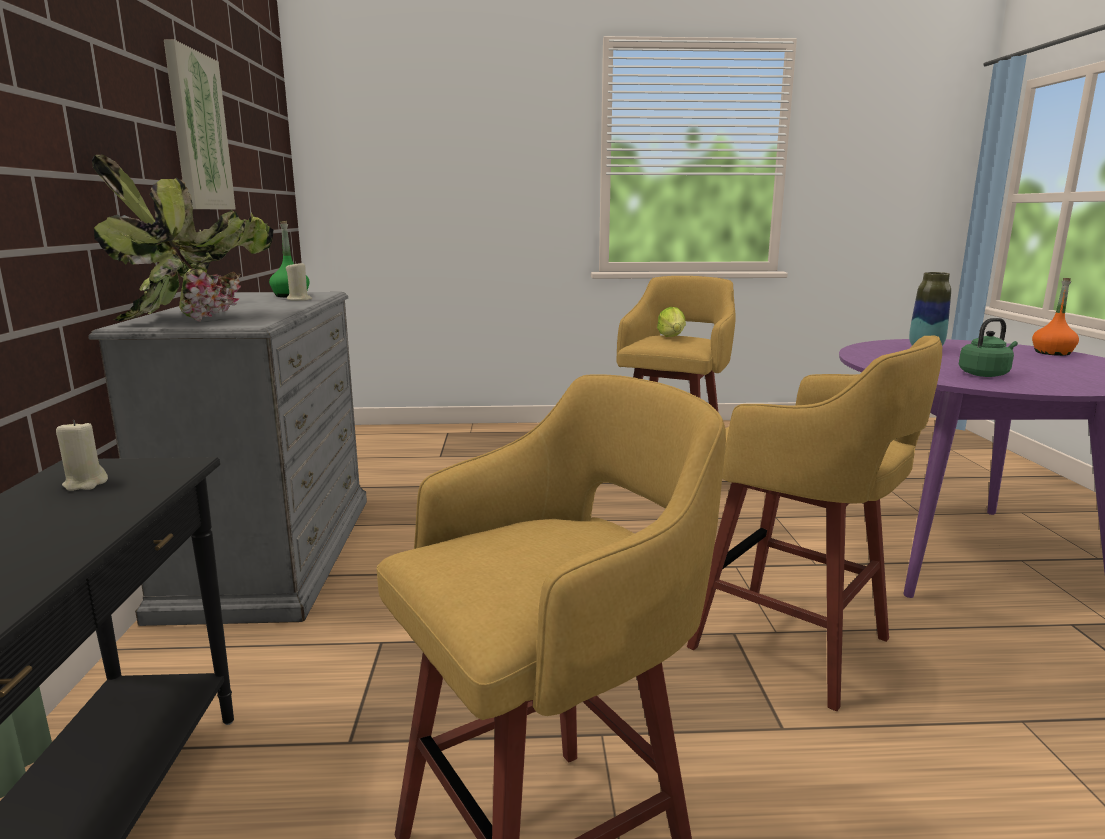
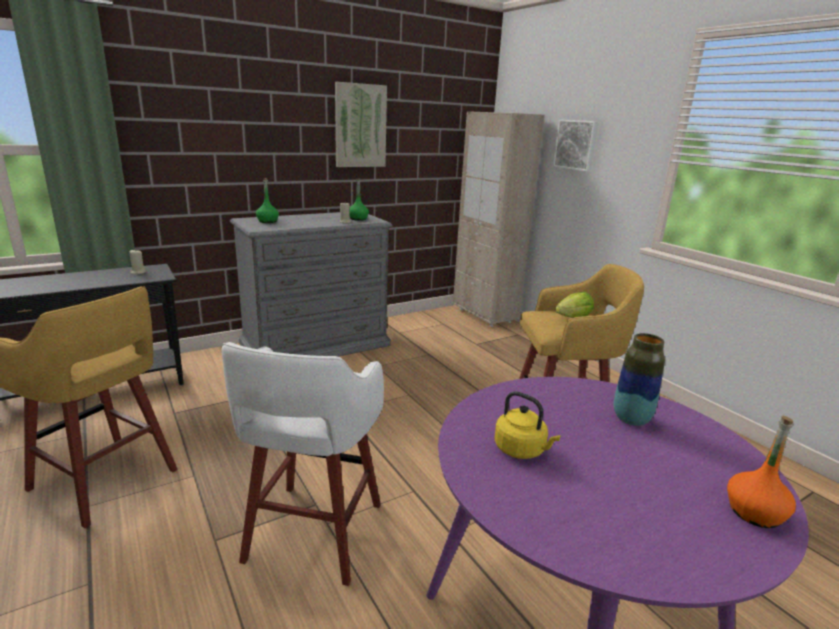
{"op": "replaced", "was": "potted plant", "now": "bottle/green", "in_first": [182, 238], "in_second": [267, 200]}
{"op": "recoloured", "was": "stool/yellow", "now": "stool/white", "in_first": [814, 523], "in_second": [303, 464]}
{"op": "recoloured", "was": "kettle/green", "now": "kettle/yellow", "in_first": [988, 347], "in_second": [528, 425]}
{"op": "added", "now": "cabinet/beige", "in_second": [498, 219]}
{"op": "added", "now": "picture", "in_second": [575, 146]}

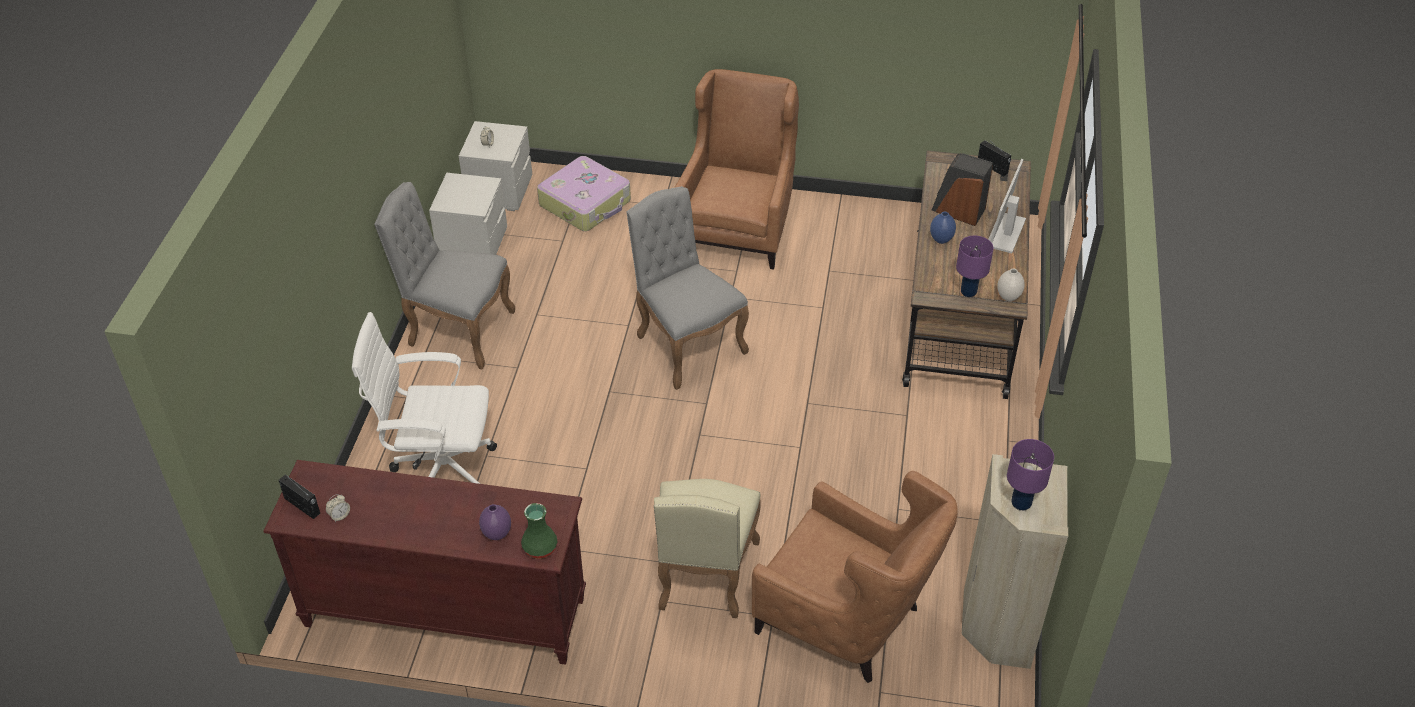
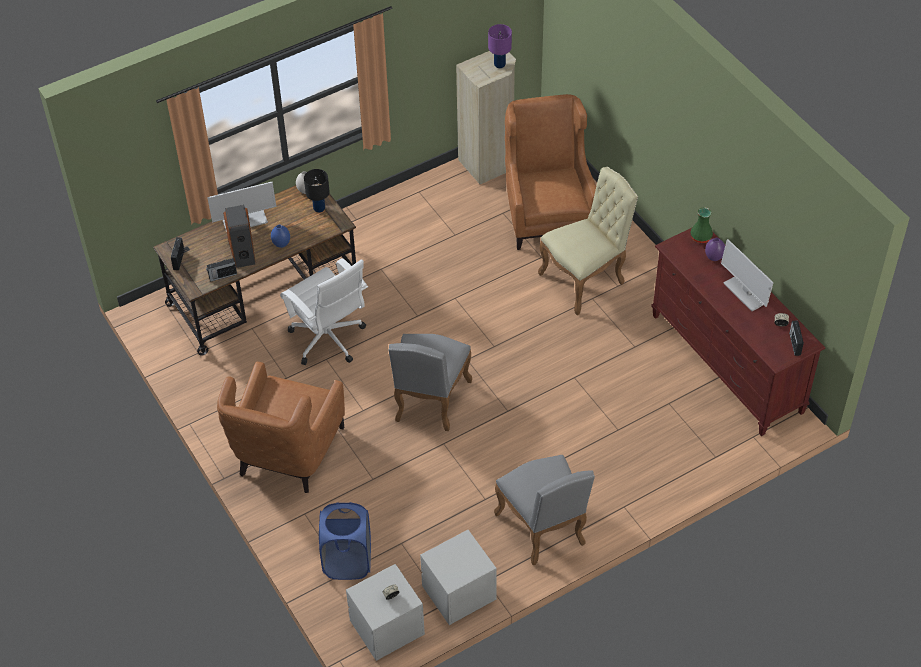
{"op": "moved", "was": "office chair/white", "in_first": [424, 398], "in_second": [324, 311]}
{"op": "replaced", "was": "suitcase", "now": "laundry basket/blue", "in_first": [584, 193], "in_second": [345, 541]}
{"op": "turned", "was": "armchair/brown", "in_first": [736, 169], "in_second": [281, 427], "clockwise": -45}
{"op": "recoloured", "was": "table lamp/purple", "now": "table lamp/black", "in_first": [975, 266], "in_second": [317, 190]}
{"op": "added", "now": "radio", "in_second": [221, 270]}
{"op": "added", "now": "monitor", "in_second": [747, 275]}

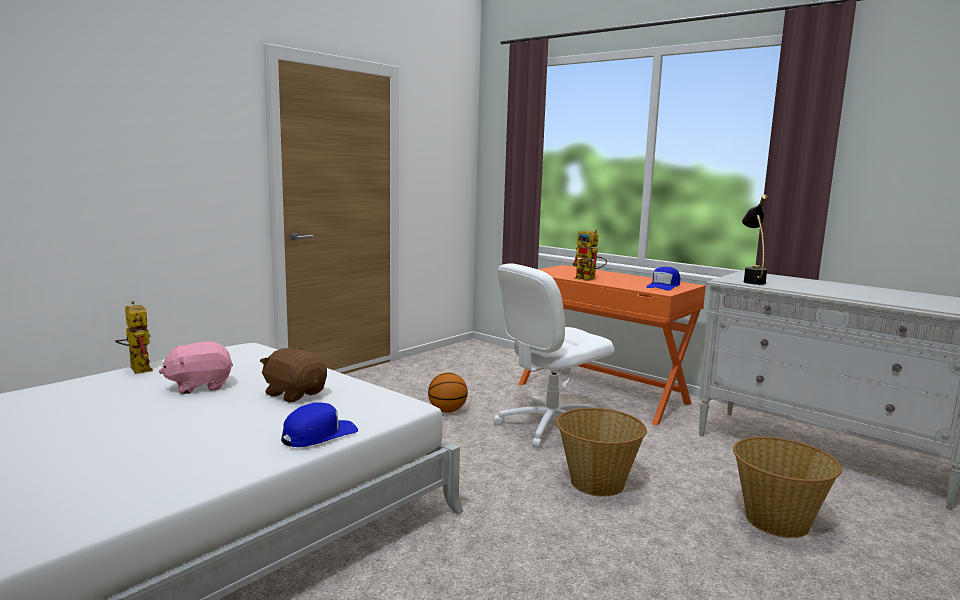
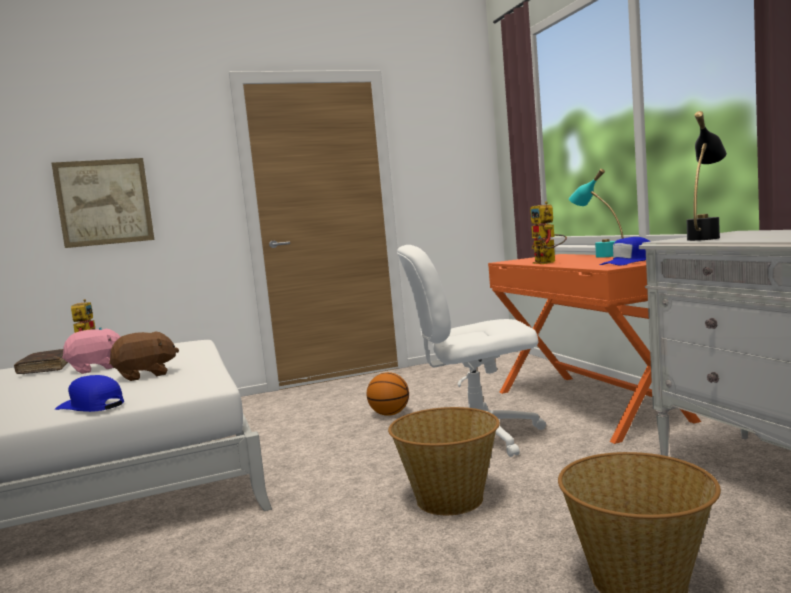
{"op": "turned", "was": "plush toy/pink", "in_first": [196, 367], "in_second": [91, 351], "clockwise": 150}
{"op": "turned", "was": "plush toy/brown", "in_first": [293, 375], "in_second": [144, 356], "clockwise": 90}
{"op": "turned", "was": "cap/blue", "in_first": [319, 424], "in_second": [89, 393], "clockwise": -135}
{"op": "added", "now": "book/brown", "in_second": [41, 361]}
{"op": "added", "now": "picture", "in_second": [103, 203]}
{"op": "added", "now": "table lamp/turquoise", "in_second": [596, 213]}

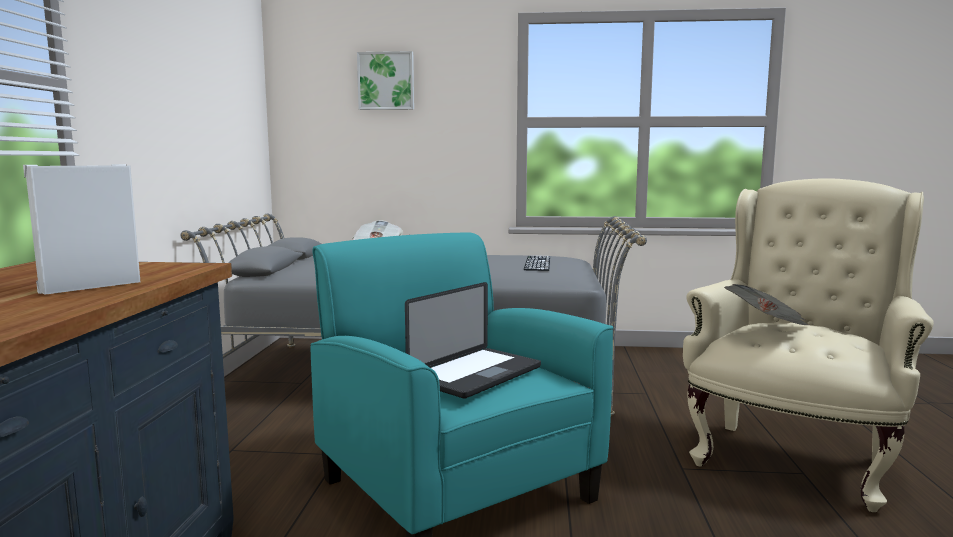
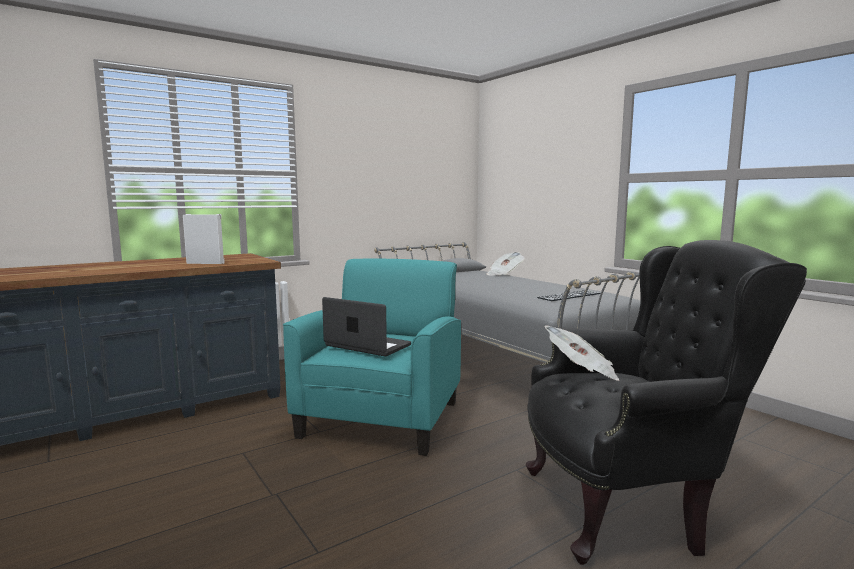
{"op": "removed", "was": "picture", "in_first": [385, 80]}
{"op": "turned", "was": "laptop", "in_first": [473, 340], "in_second": [366, 327], "clockwise": -150}
{"op": "recoloured", "was": "armchair/beige", "now": "armchair/black", "in_first": [808, 345], "in_second": [666, 402]}

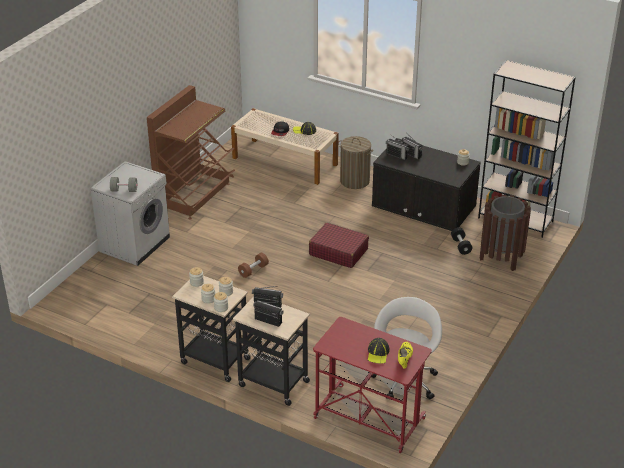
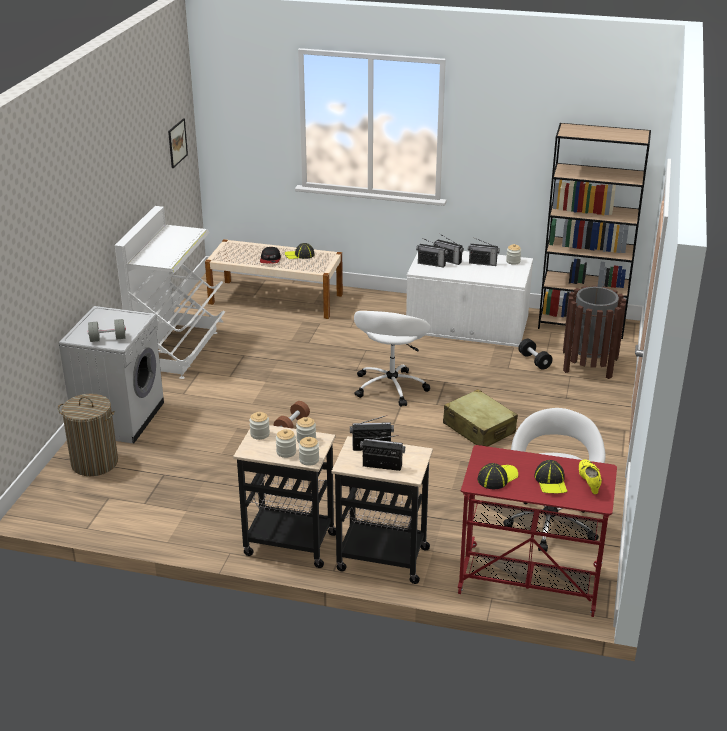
{"op": "recoloured", "was": "shoe rack/brown", "now": "shoe rack/white", "in_first": [191, 152], "in_second": [170, 292]}
{"op": "replaced", "was": "suitcase/red", "now": "office chair/white", "in_first": [339, 245], "in_second": [392, 359]}
{"op": "moved", "was": "laundry basket", "in_first": [355, 162], "in_second": [88, 434]}
{"op": "recoloured", "was": "cabinet/black", "now": "cabinet/white", "in_first": [426, 184], "in_second": [469, 299]}
{"op": "added", "now": "picture", "in_second": [178, 143]}
{"op": "added", "now": "suitcase/beige", "in_second": [480, 417]}
{"op": "added", "now": "radio", "in_second": [484, 251]}
{"op": "added", "now": "cap", "in_second": [498, 476]}

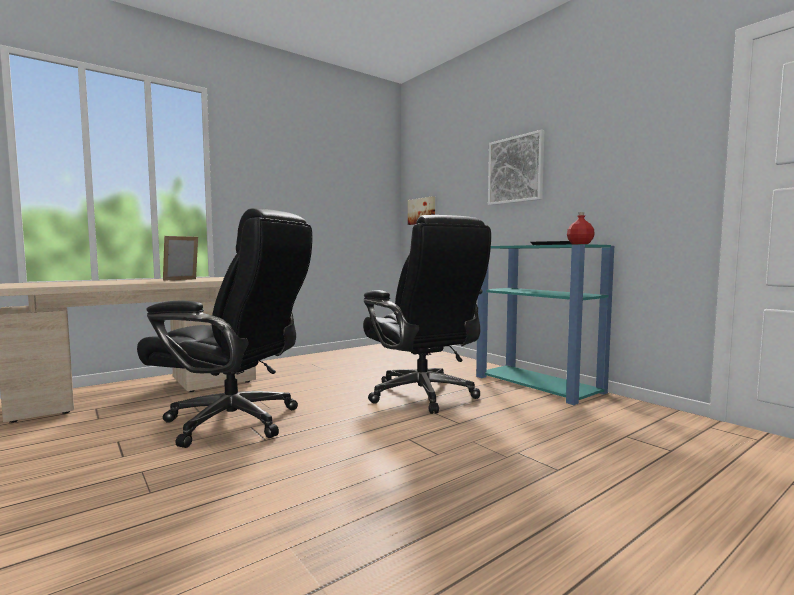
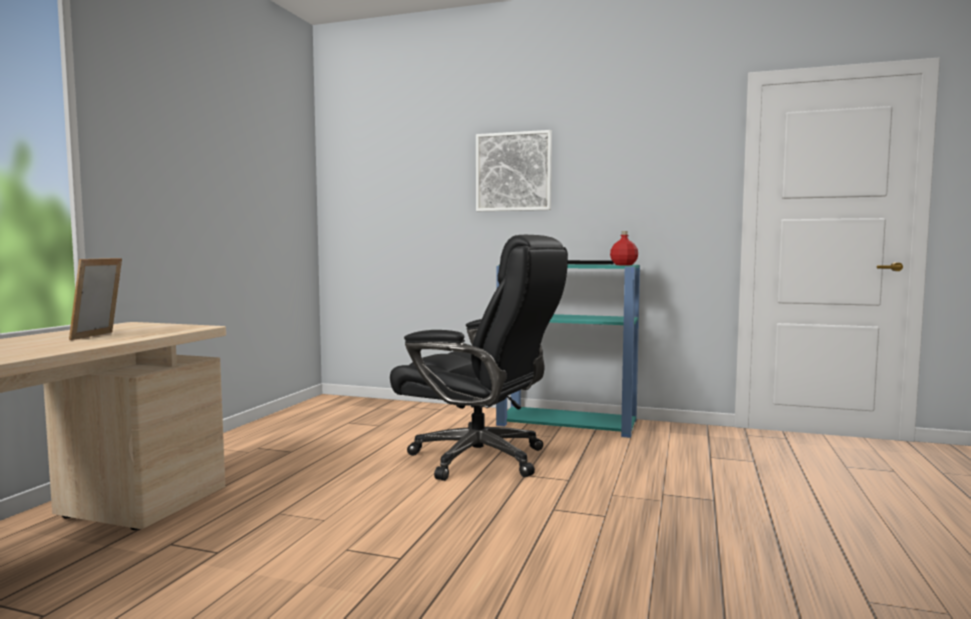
{"op": "removed", "was": "office chair/black", "in_first": [224, 328]}
{"op": "removed", "was": "picture", "in_first": [421, 210]}

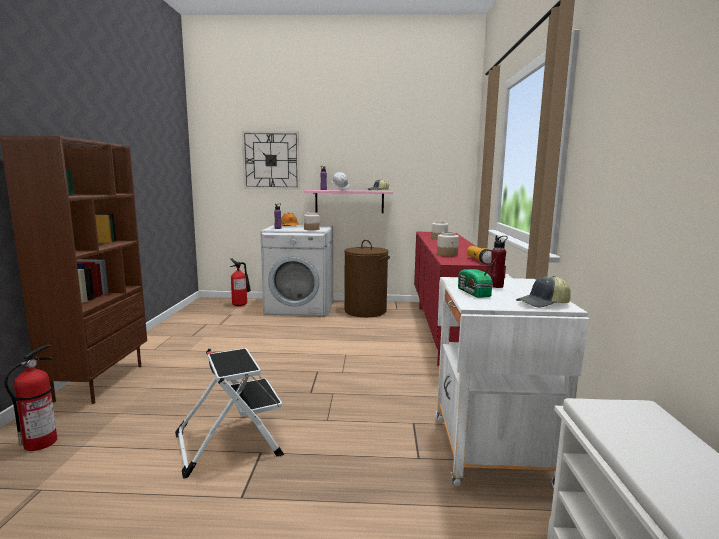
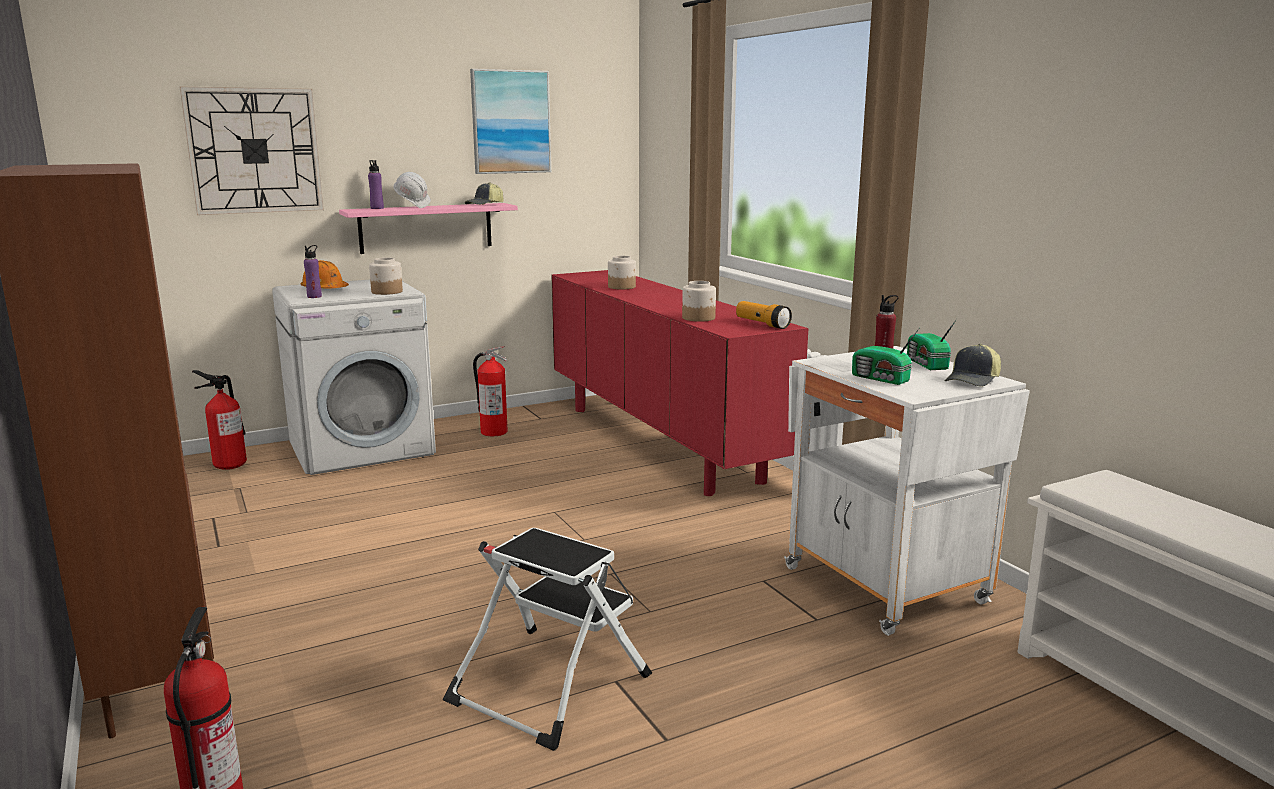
{"op": "replaced", "was": "laundry basket/brown", "now": "fire extinguisher", "in_first": [367, 278], "in_second": [490, 391]}
{"op": "added", "now": "picture", "in_second": [510, 121]}
{"op": "added", "now": "radio", "in_second": [932, 344]}

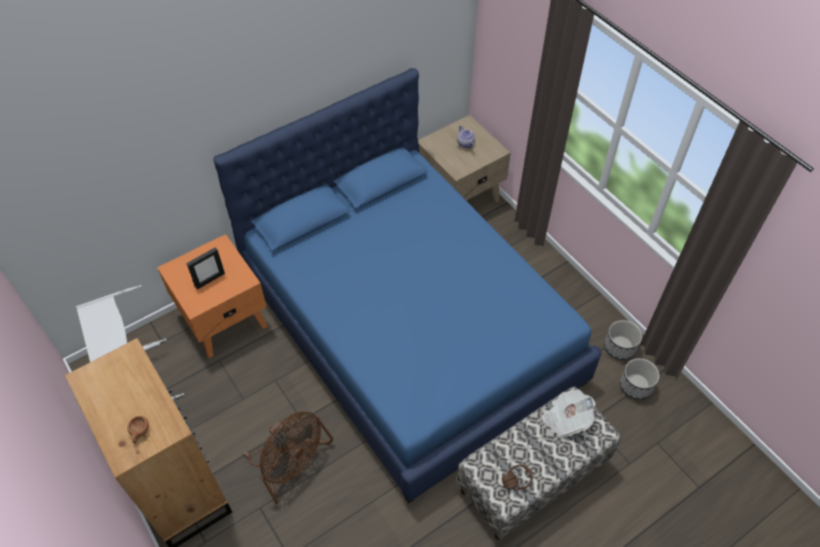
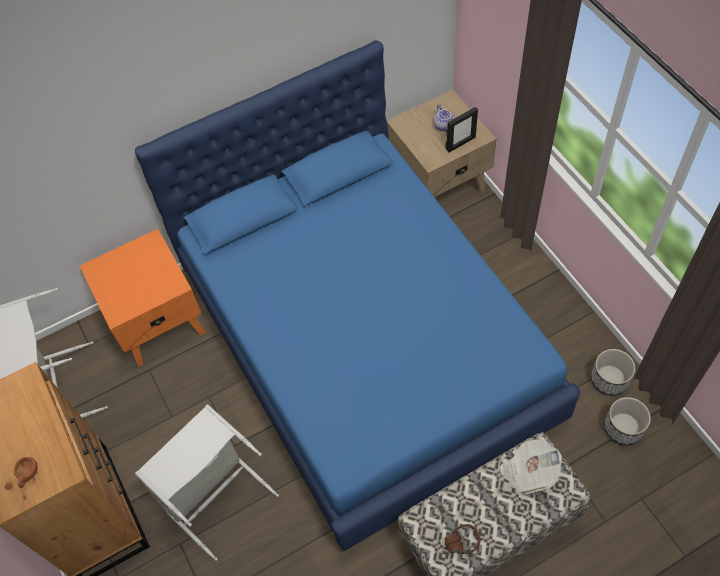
{"op": "moved", "was": "picture frame", "in_first": [205, 268], "in_second": [461, 130]}
{"op": "replaced", "was": "fan/brown", "now": "laundry basket/grey", "in_first": [288, 458], "in_second": [207, 482]}

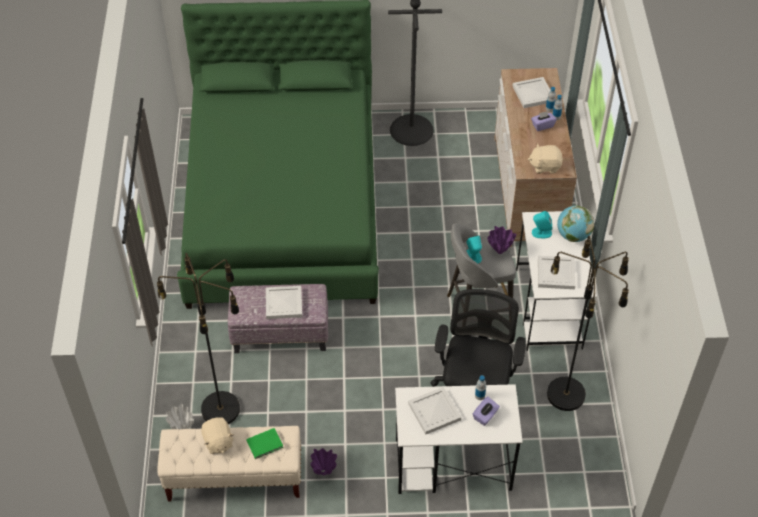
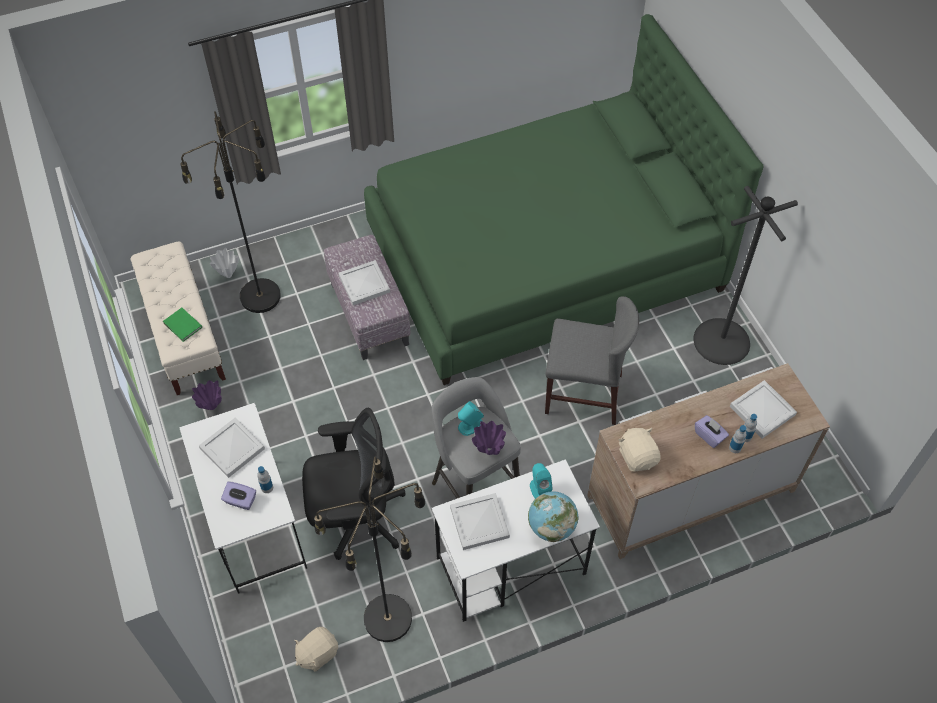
{"op": "moved", "was": "plush toy/beige", "in_first": [217, 435], "in_second": [317, 649]}
{"op": "added", "now": "chair/grey", "in_second": [592, 360]}

